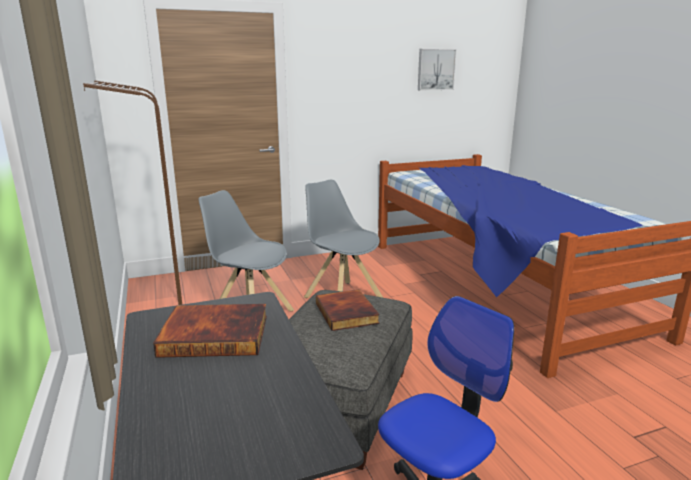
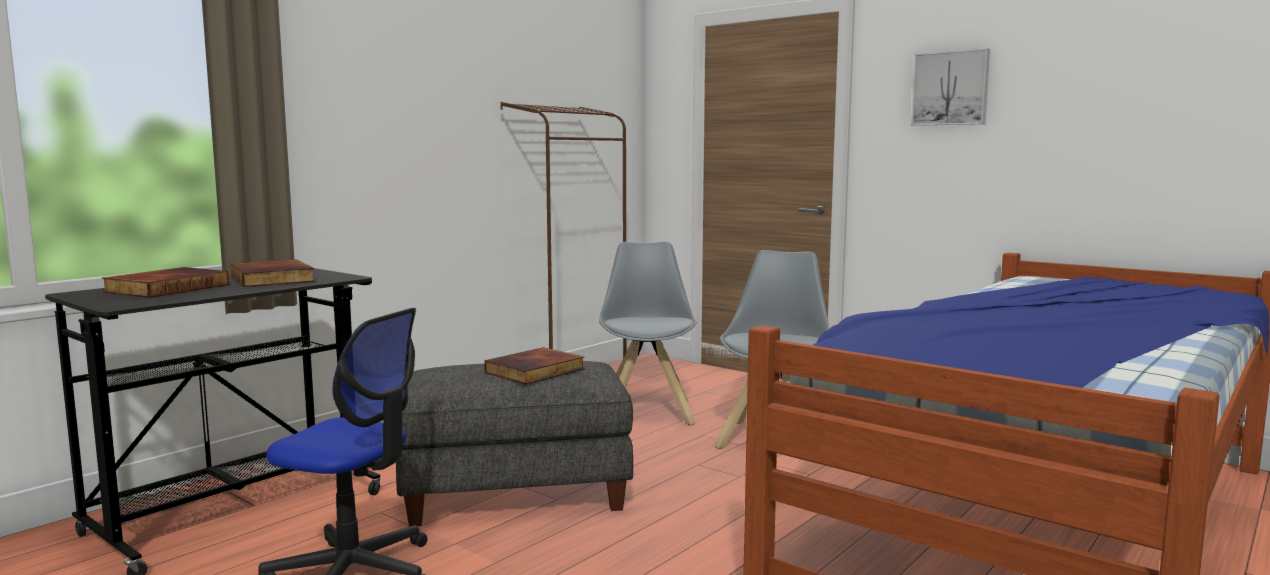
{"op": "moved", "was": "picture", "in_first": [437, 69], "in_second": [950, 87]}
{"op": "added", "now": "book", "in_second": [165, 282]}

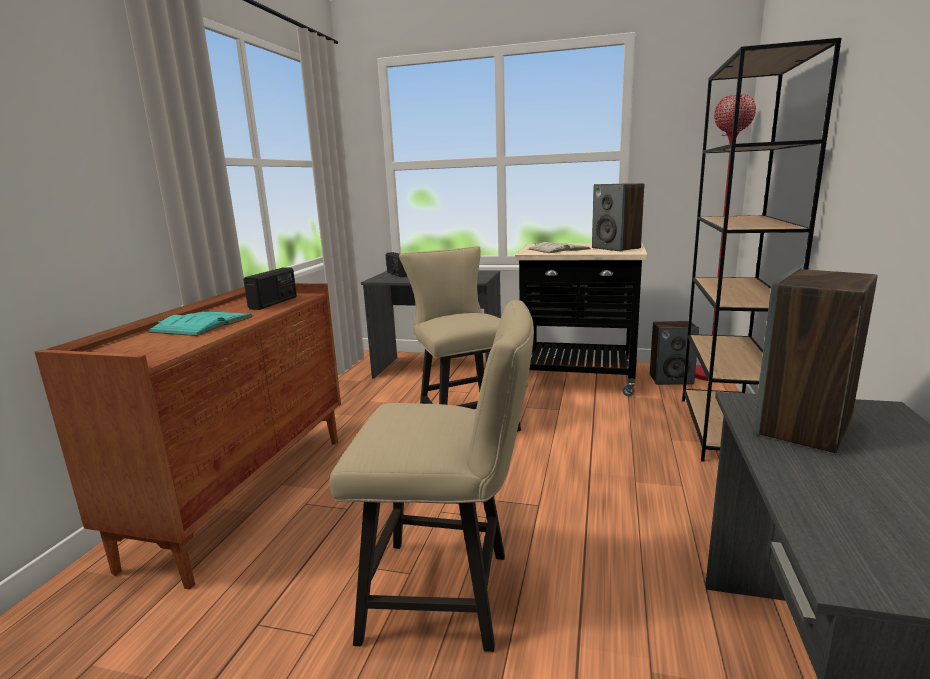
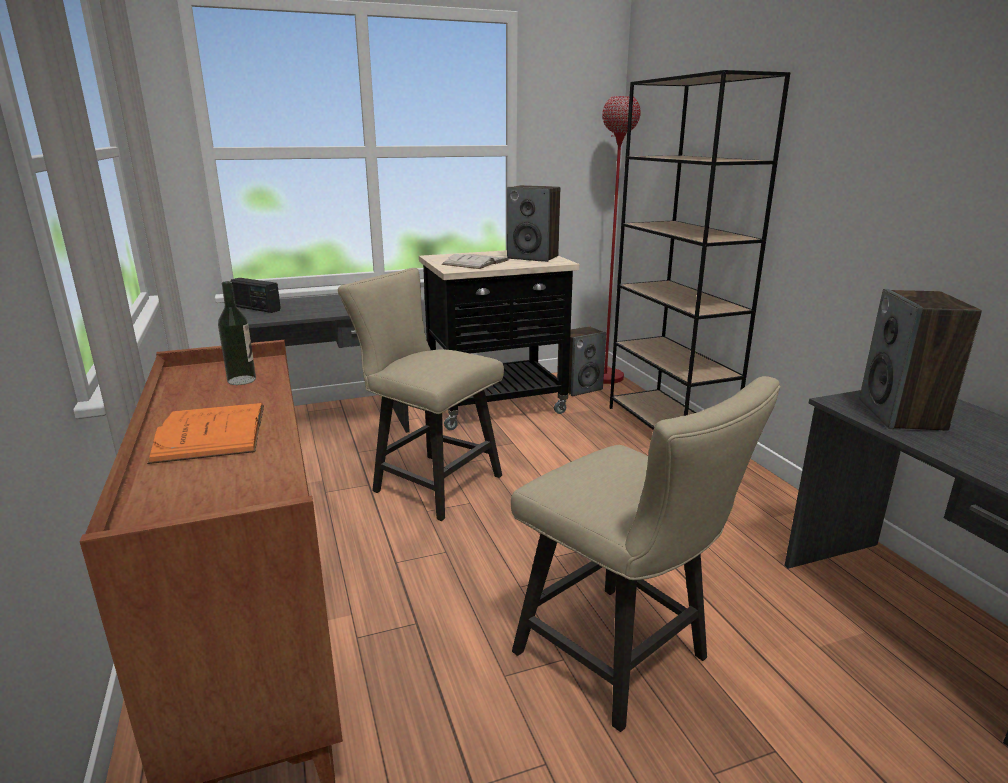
{"op": "recoloured", "was": "book/turquoise", "now": "book/orange", "in_first": [200, 323], "in_second": [205, 433]}
{"op": "replaced", "was": "radio", "now": "bottle", "in_first": [270, 289], "in_second": [237, 333]}
{"op": "turned", "was": "chair/beige", "in_first": [431, 476], "in_second": [646, 554], "clockwise": 75}

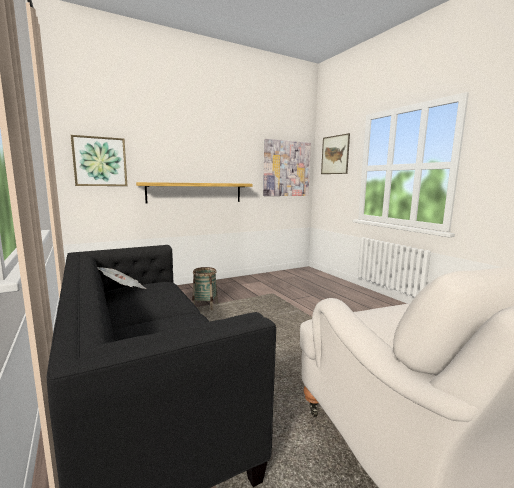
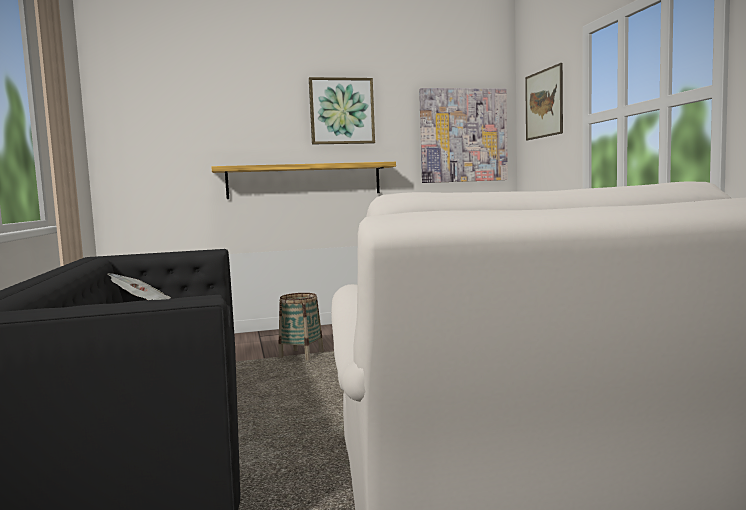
{"op": "moved", "was": "picture", "in_first": [99, 160], "in_second": [342, 110]}

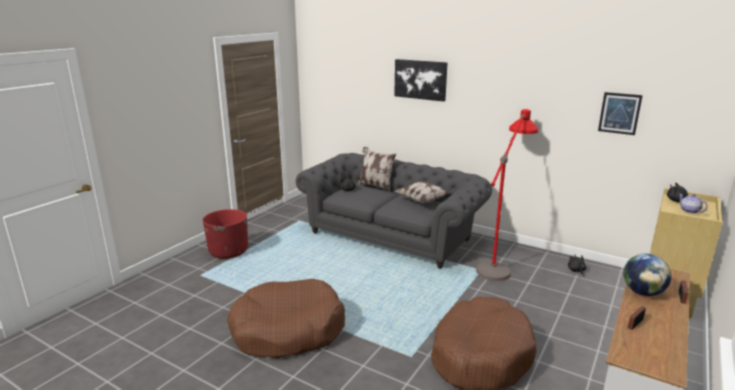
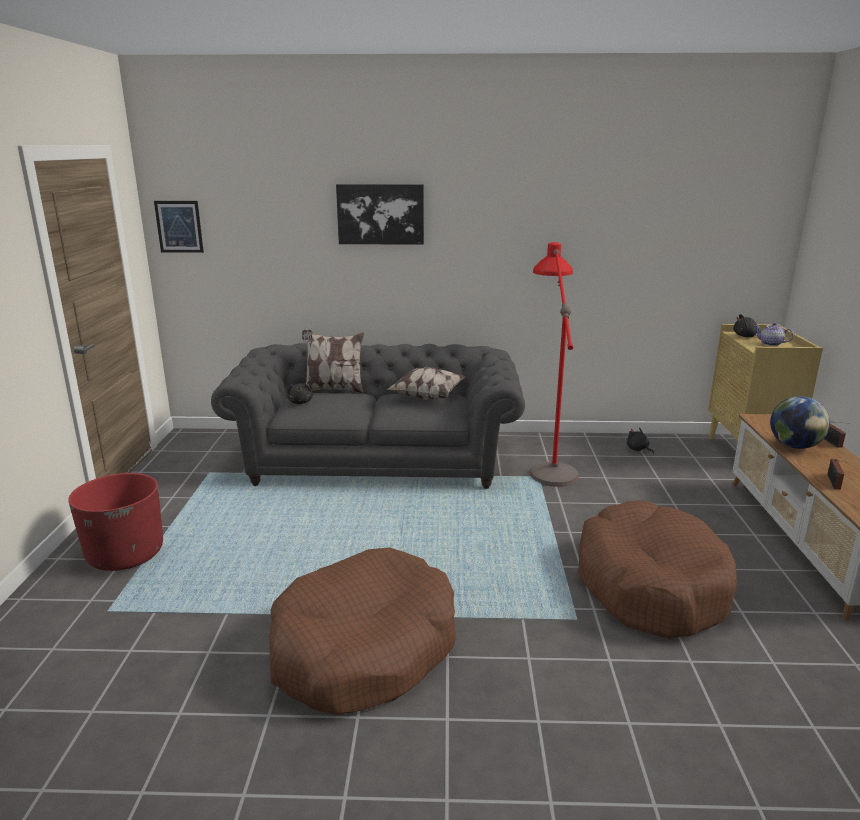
{"op": "moved", "was": "picture", "in_first": [620, 113], "in_second": [179, 227]}

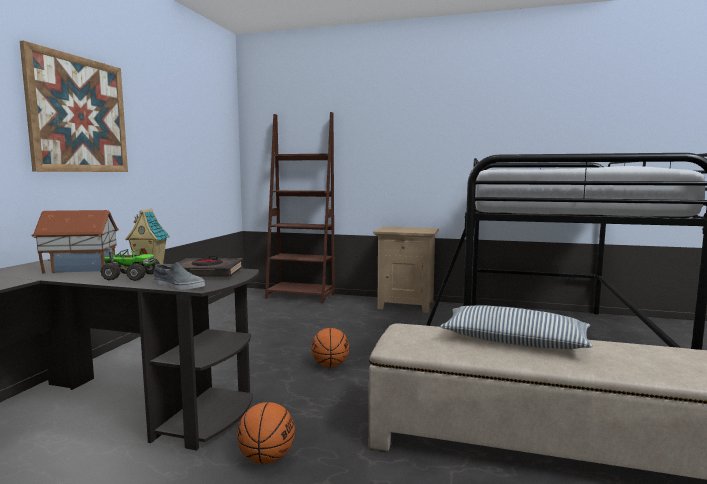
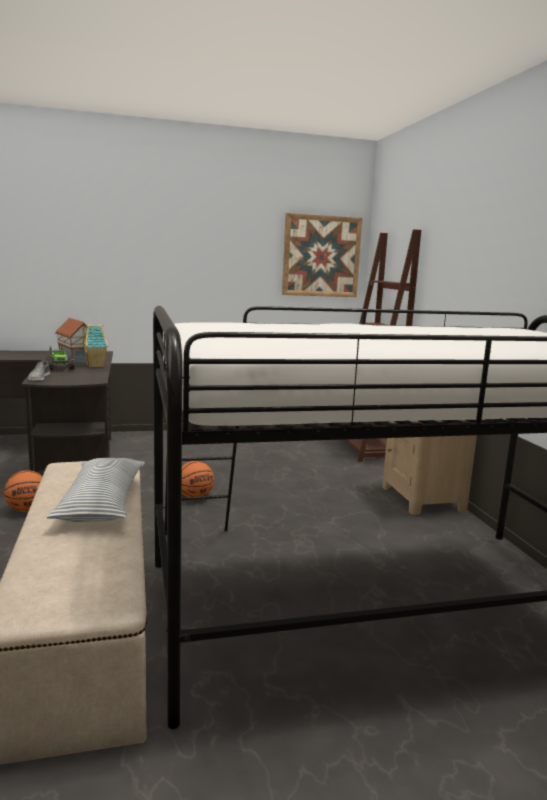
{"op": "moved", "was": "picture", "in_first": [74, 106], "in_second": [322, 255]}
{"op": "removed", "was": "book/black", "in_first": [206, 266]}

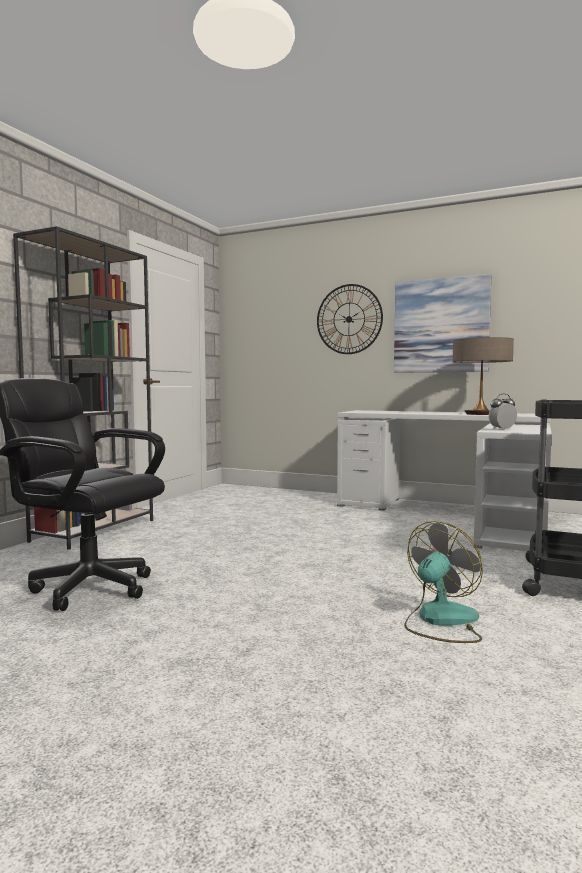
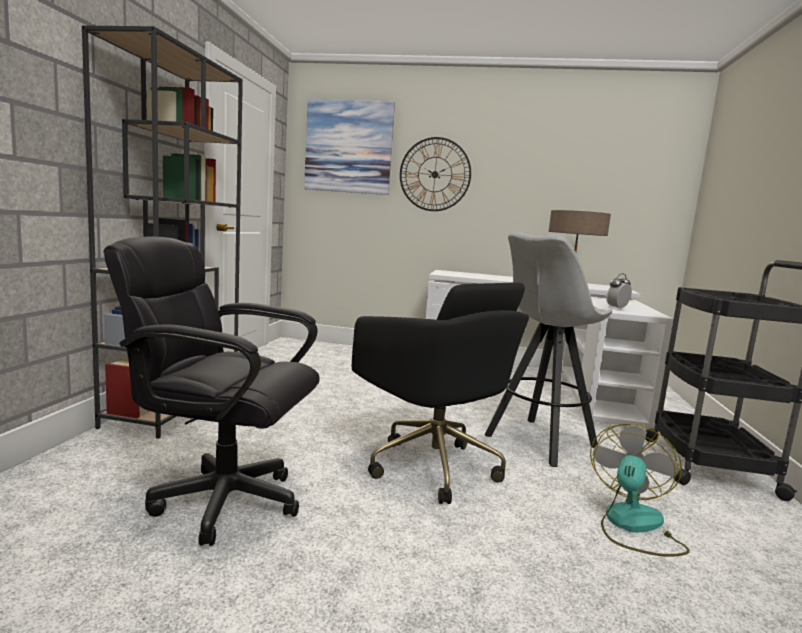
{"op": "moved", "was": "picture", "in_first": [442, 323], "in_second": [349, 147]}
{"op": "added", "now": "office chair/black", "in_second": [440, 393]}
{"op": "added", "now": "stool/grey", "in_second": [548, 349]}

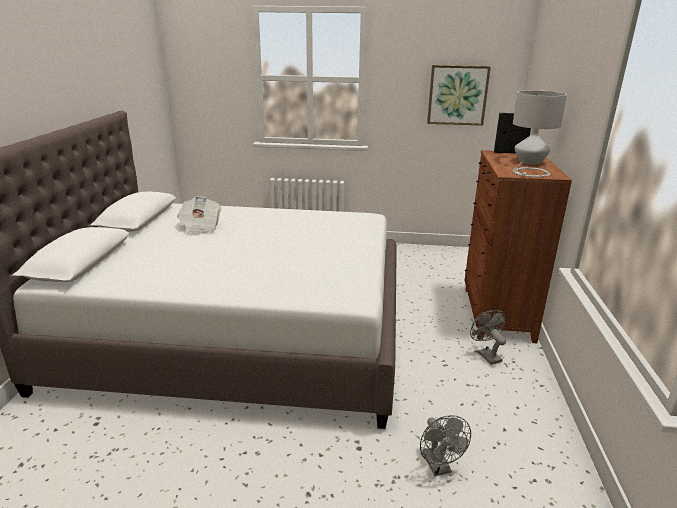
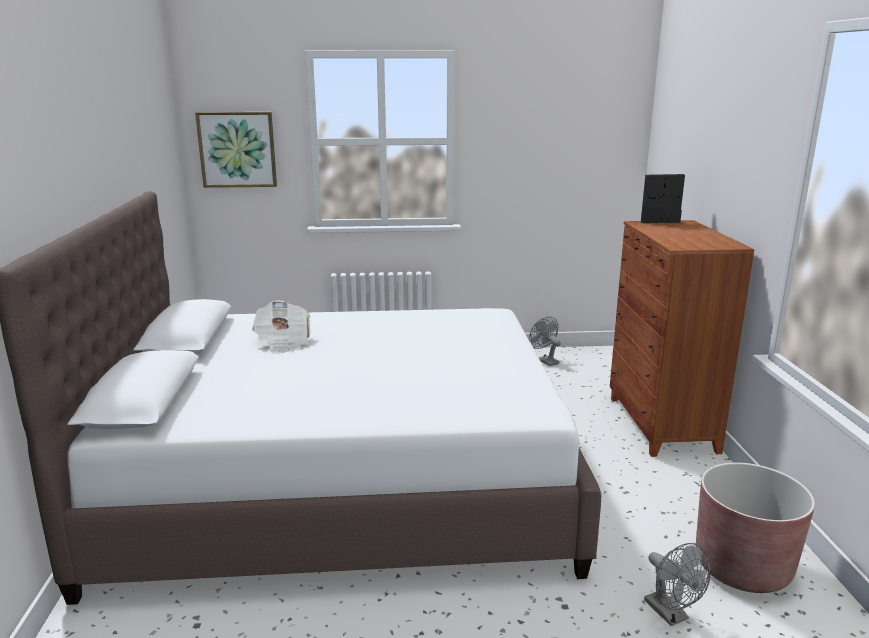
{"op": "moved", "was": "picture", "in_first": [459, 95], "in_second": [236, 150]}
{"op": "moved", "was": "fan/grey", "in_first": [488, 337], "in_second": [545, 341]}
{"op": "removed", "was": "table lamp/white", "in_first": [540, 133]}
{"op": "added", "now": "planter/brown", "in_second": [755, 527]}

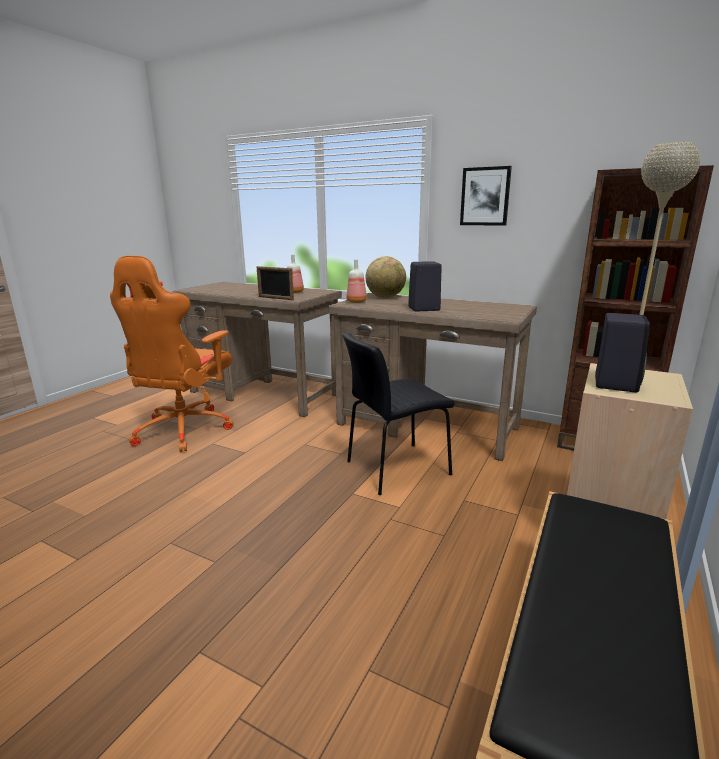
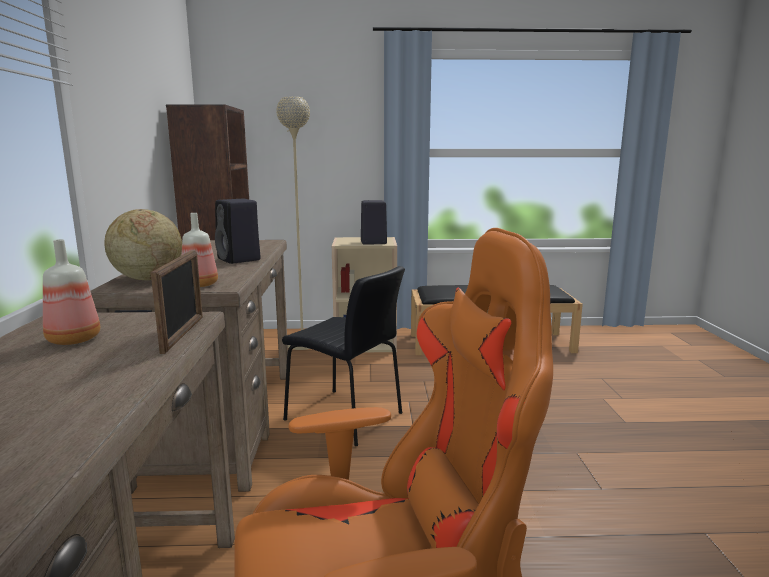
{"op": "removed", "was": "picture", "in_first": [486, 195]}

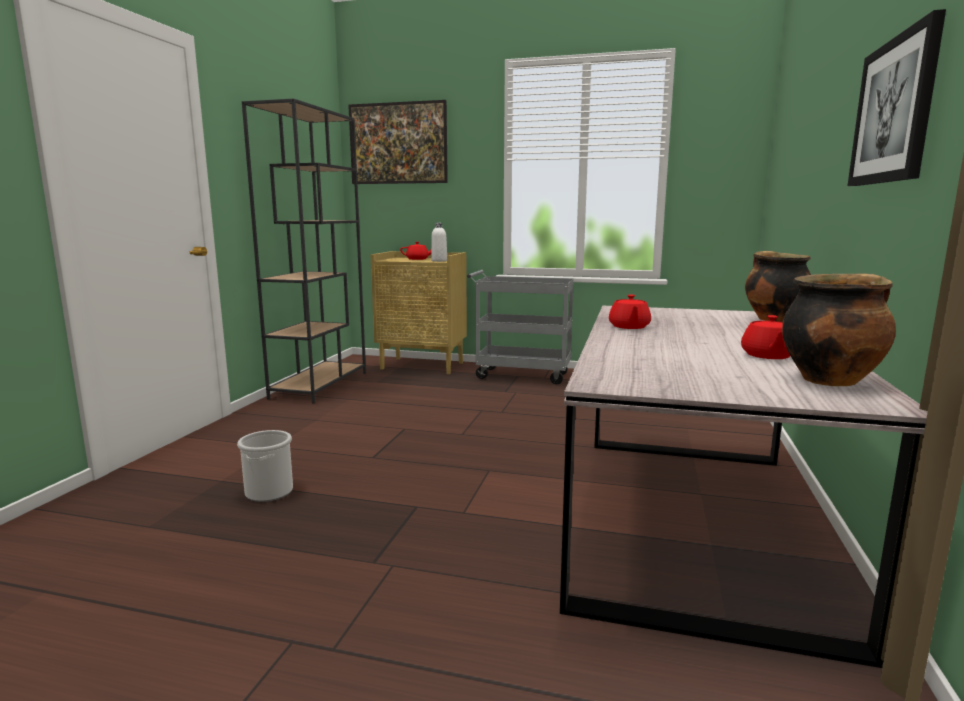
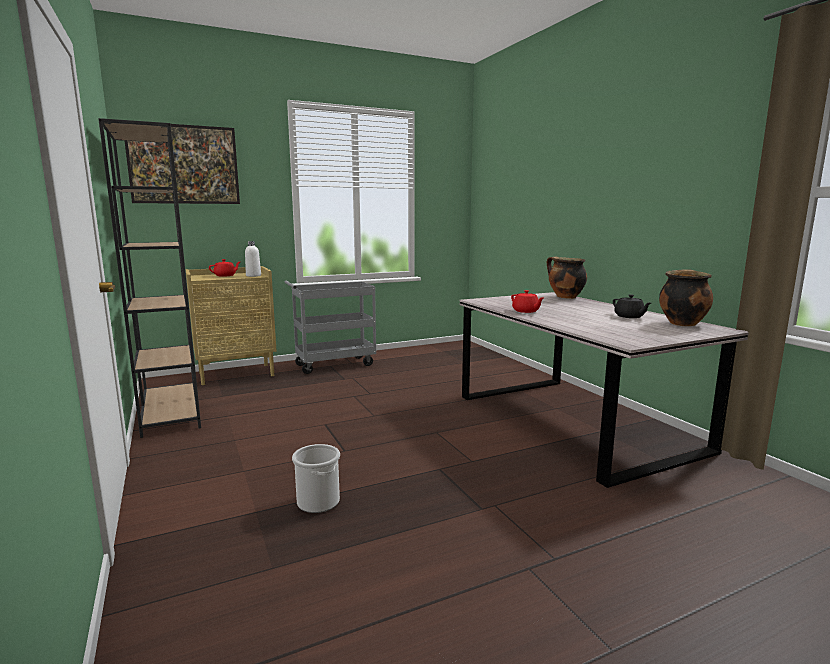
{"op": "recoloured", "was": "teapot/red", "now": "teapot/black", "in_first": [765, 337], "in_second": [632, 306]}
{"op": "removed", "was": "picture", "in_first": [897, 97]}

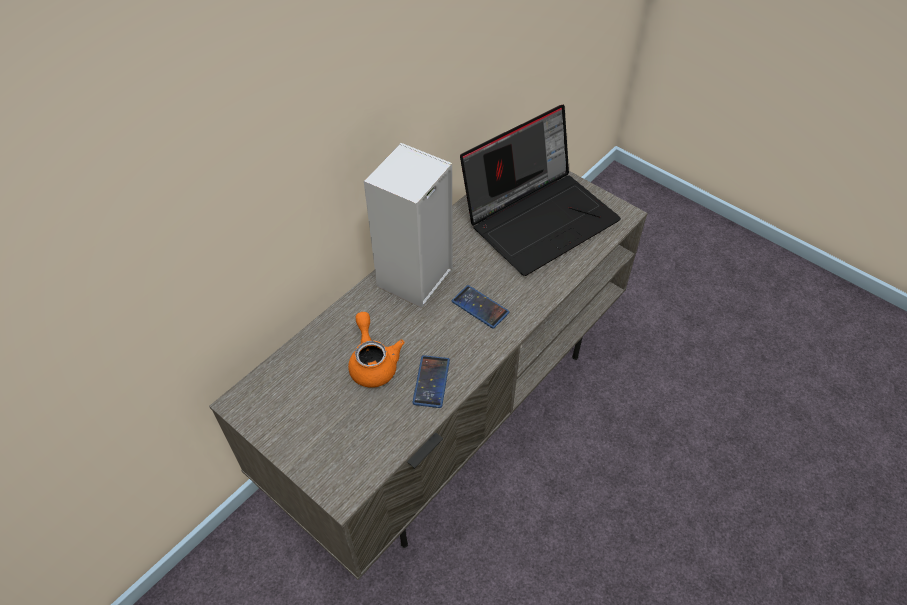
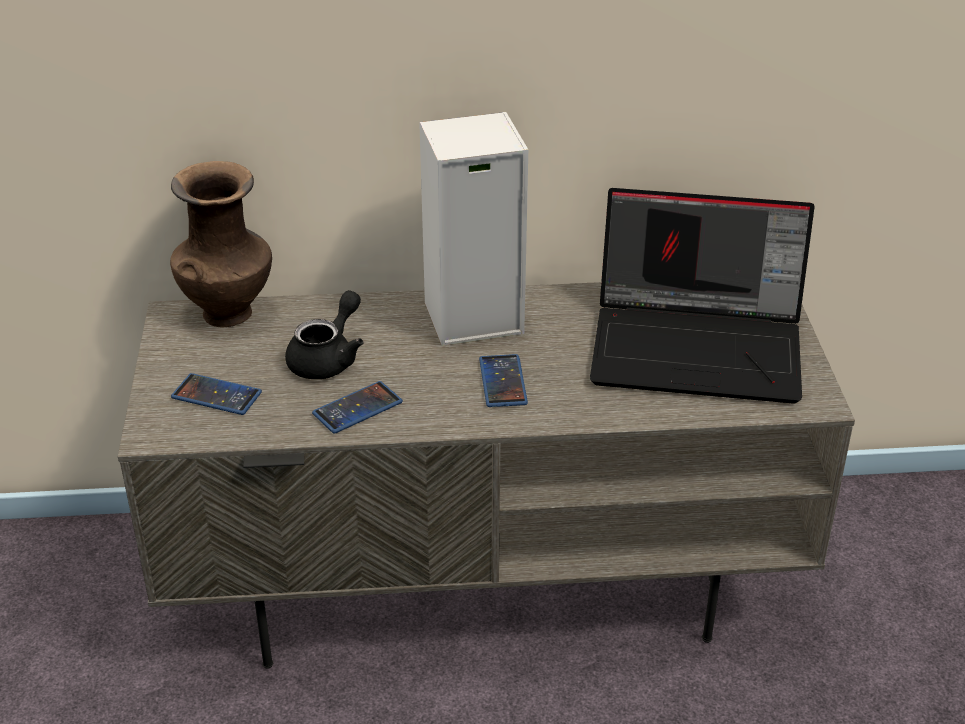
{"op": "recoloured", "was": "teapot/orange", "now": "teapot/black", "in_first": [376, 350], "in_second": [324, 334]}
{"op": "added", "now": "vase/brown", "in_second": [221, 244]}
{"op": "added", "now": "phone", "in_second": [216, 394]}

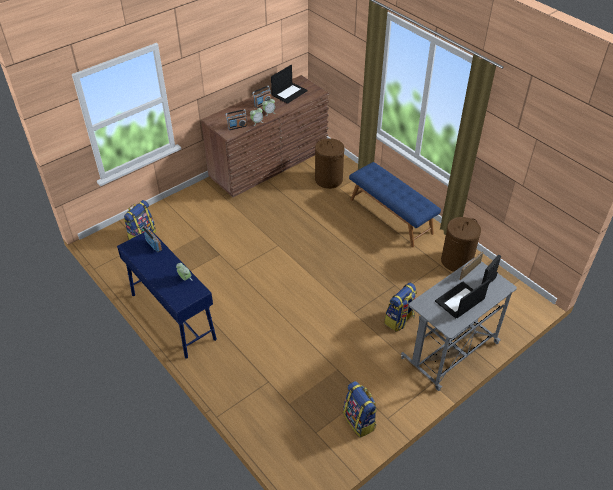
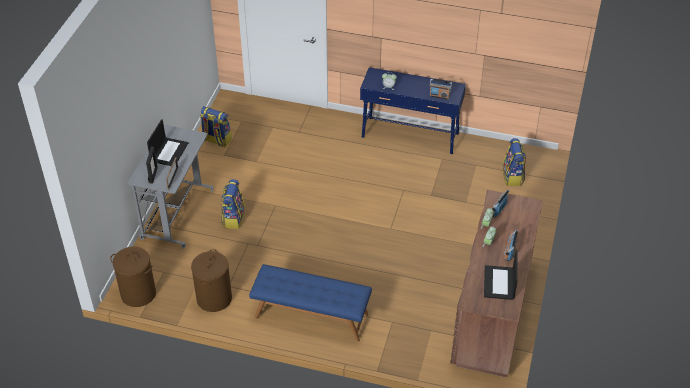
{"op": "moved", "was": "laundry basket/brown", "in_first": [330, 163], "in_second": [133, 277]}

